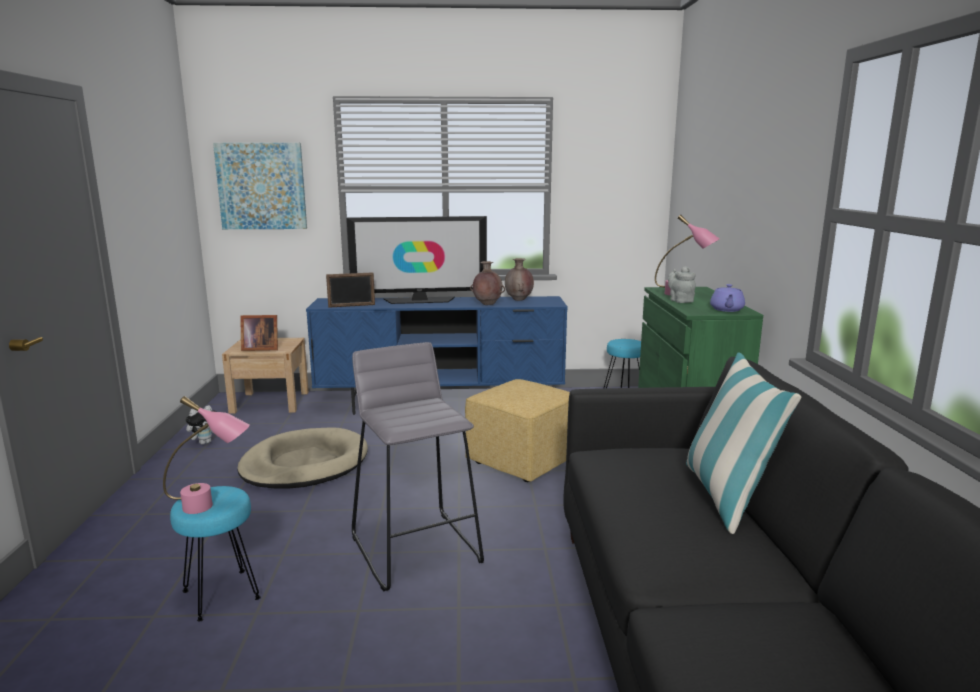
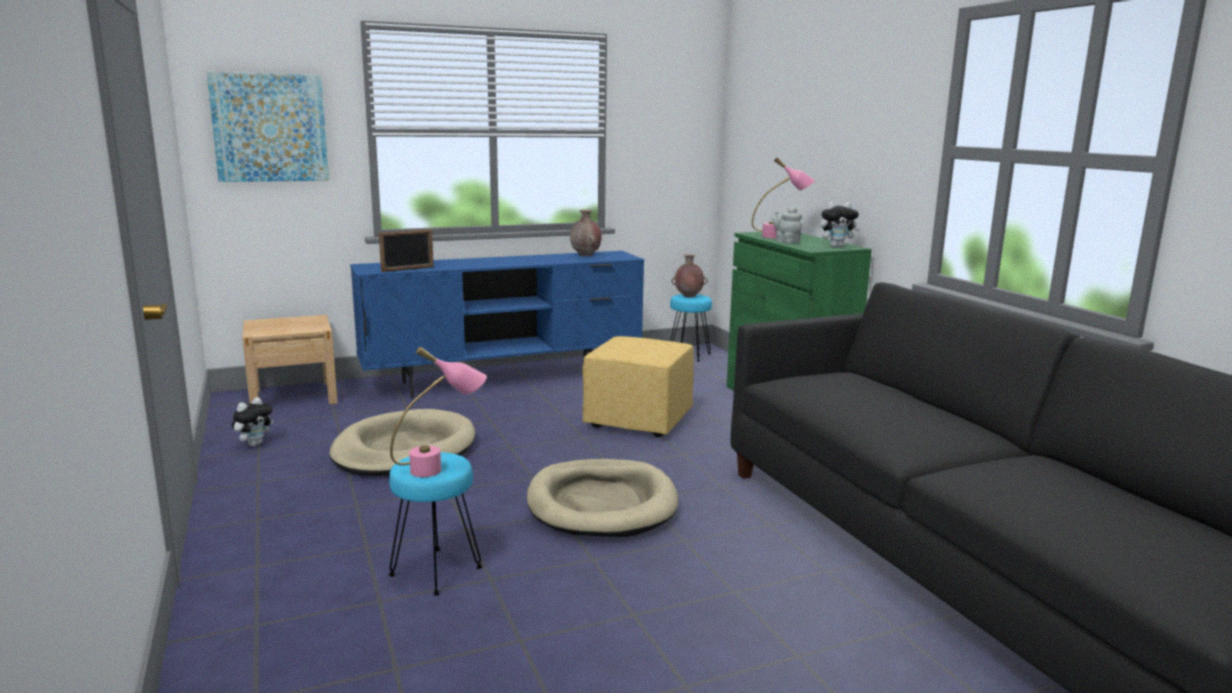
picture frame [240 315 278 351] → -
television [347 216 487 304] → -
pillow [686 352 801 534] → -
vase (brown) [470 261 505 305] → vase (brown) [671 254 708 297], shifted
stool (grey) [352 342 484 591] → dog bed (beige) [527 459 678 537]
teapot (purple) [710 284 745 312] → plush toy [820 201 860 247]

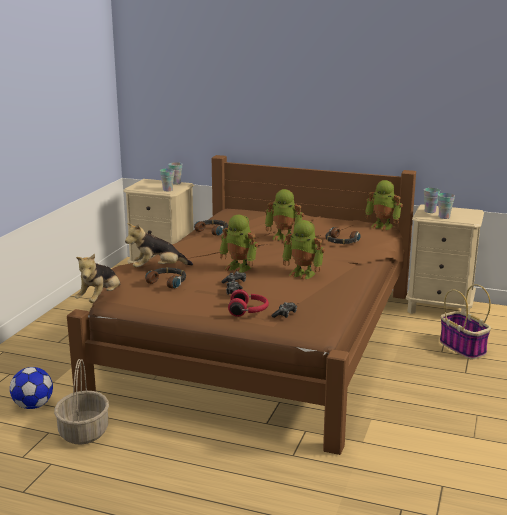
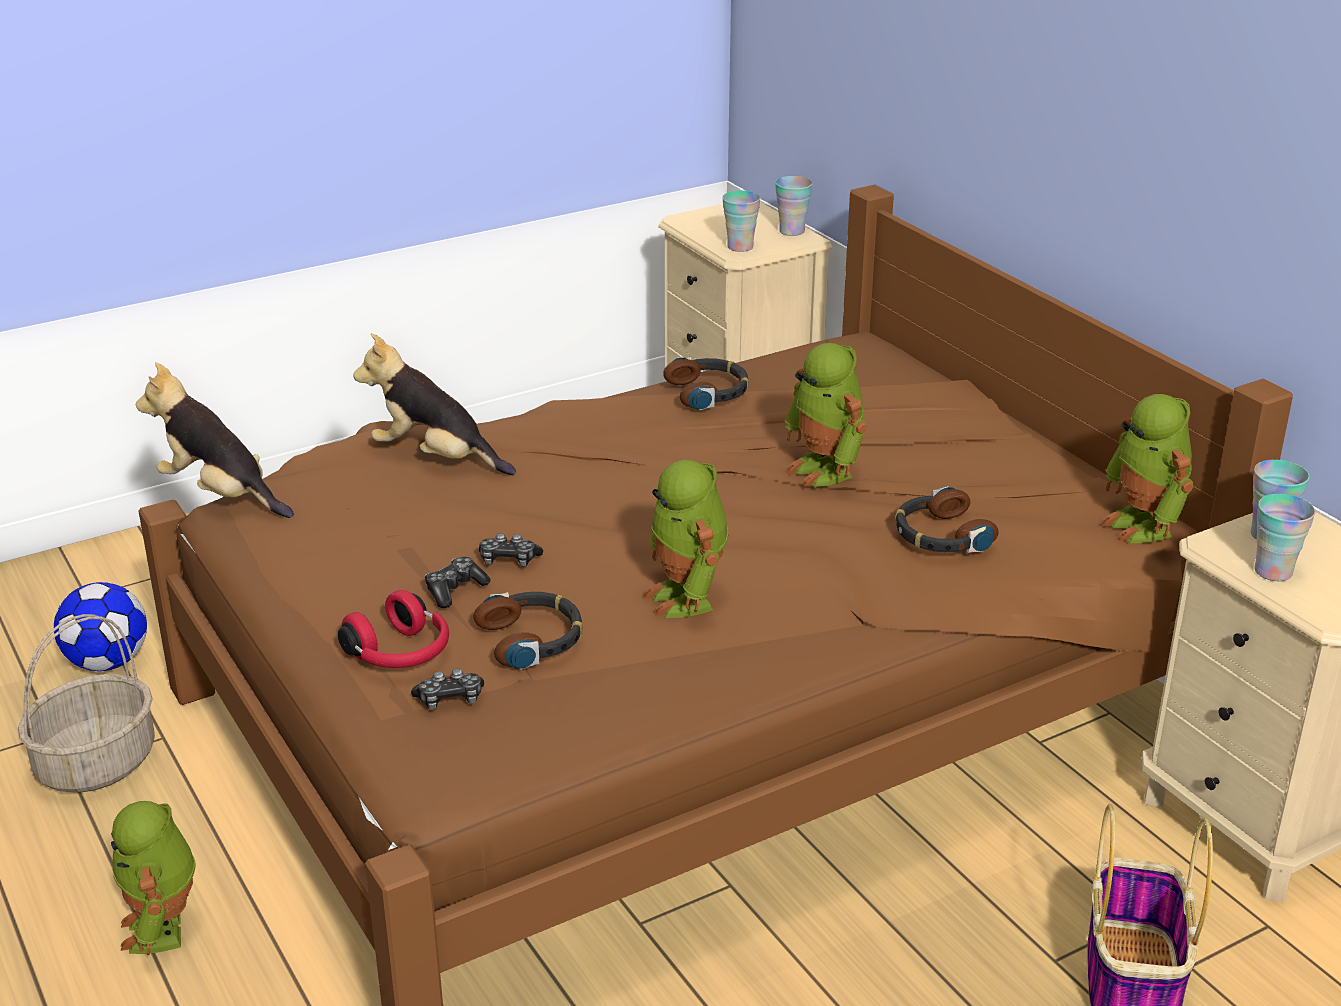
headphones [145 267 186 288] → headphones [473 592 583 670], shifted
toy robot [220 215 258 273] → toy robot [111 801 196 955], shifted
plush toy [75 254 120 303] → plush toy [136 362 294 518], 60 degrees clockwise

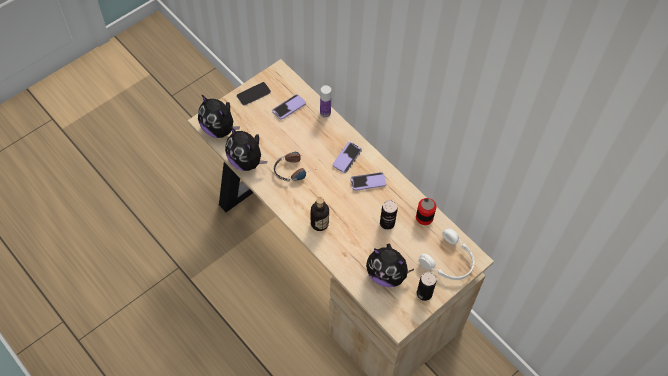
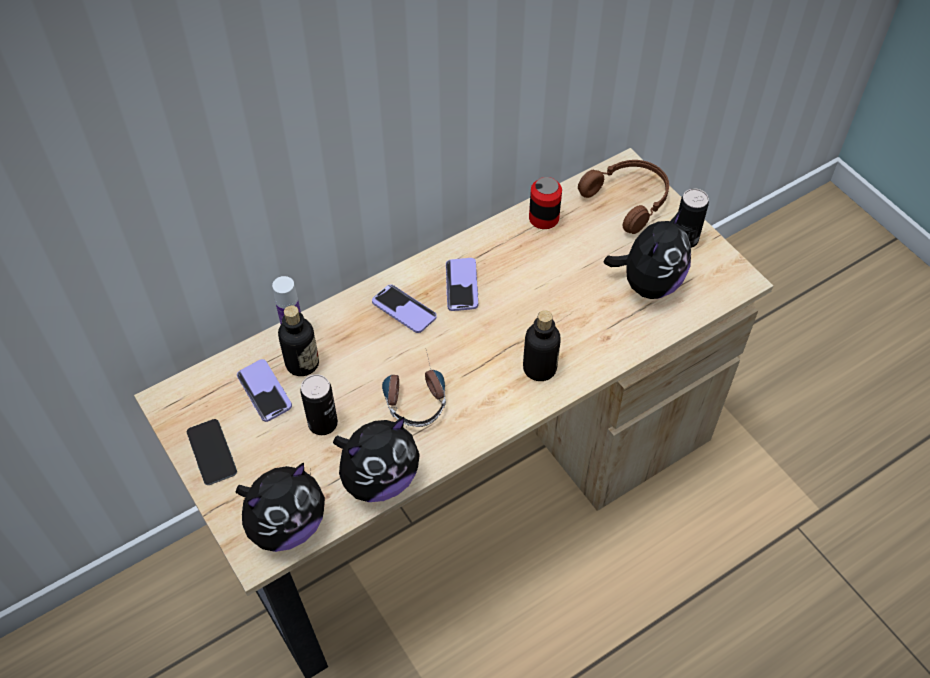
- → bottle [278 305 319 376]
can [380 200 398 230] → can [300 374 338 435], shifted
headphones (white) [419 228 475 280] → headphones (brown) [578 160 669 234]

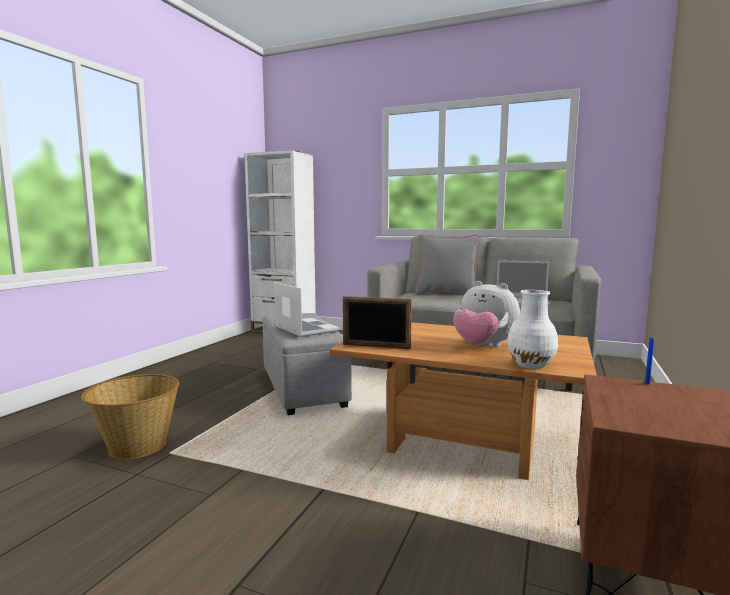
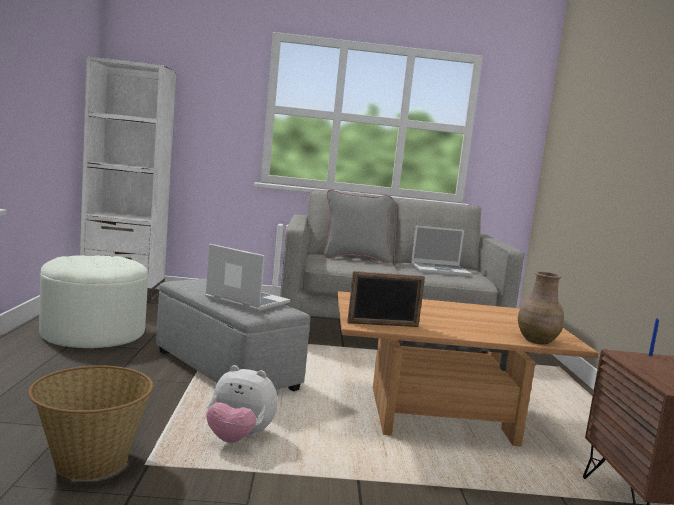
- → ottoman (white) [39 255 148 348]
plush toy [453 281 520 347] → plush toy [206 365 278 443], shifted
vase (white) [507 290 558 369] → vase (brown) [518 272 564 345]

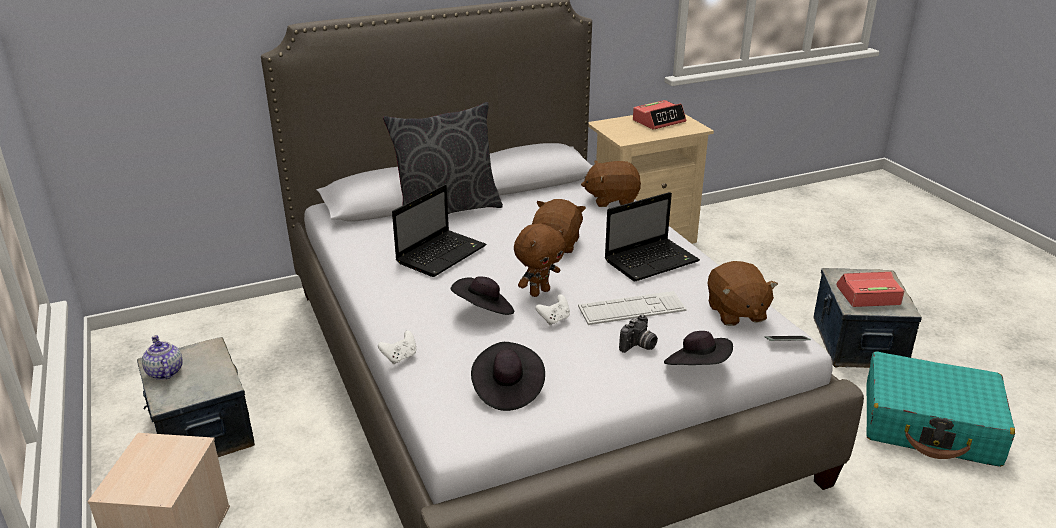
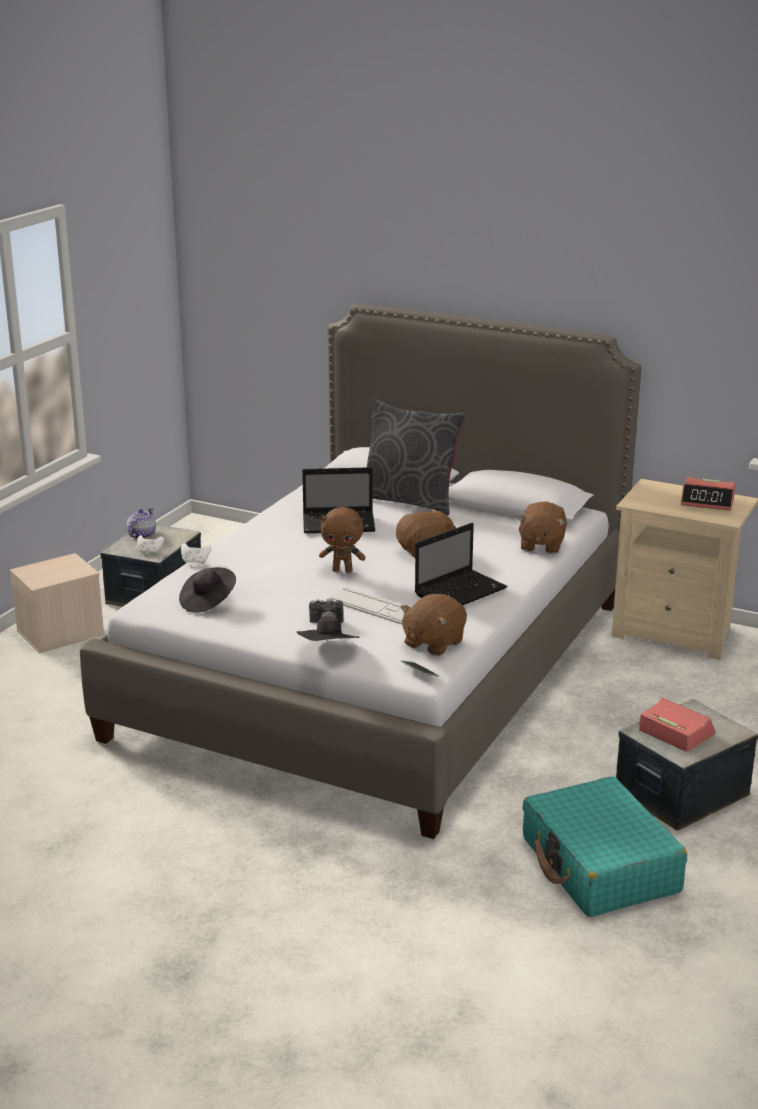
hat (black) [451 276 515 315] → -
game controller (white) [535 294 570 325] → game controller (white) [137 535 164 554], shifted
plush toy (brown) [581 161 641 207] → plush toy (brown) [517 502 567 554], 120 degrees counterclockwise
laptop [605 192 700 282] → laptop [415 523 507 606], 60 degrees counterclockwise

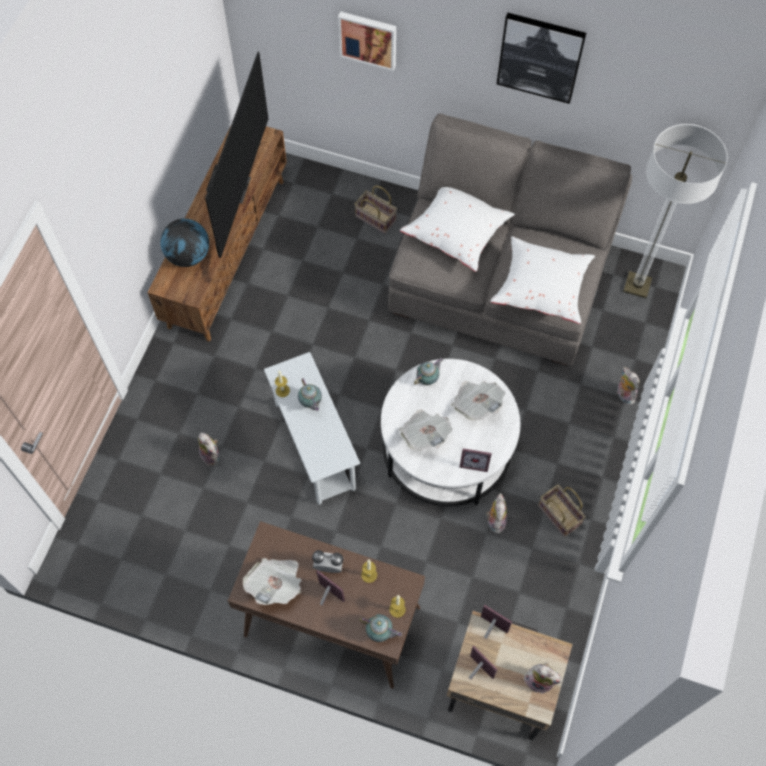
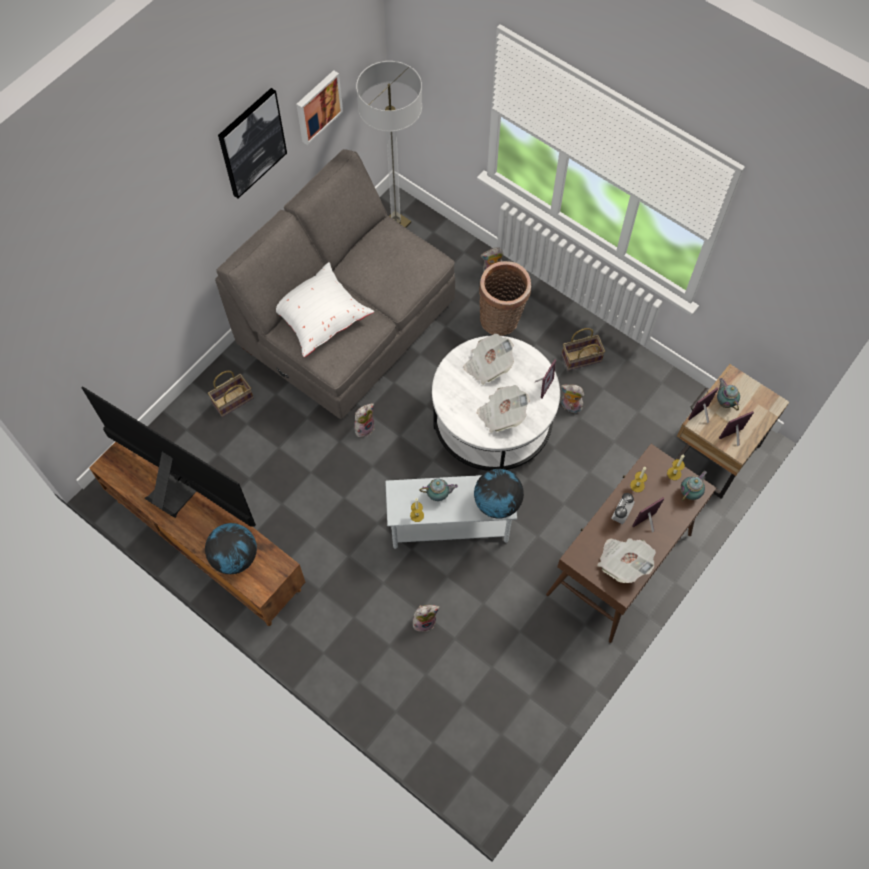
pillow (white) [490 236 595 324] → -
- → globe [474 469 524 519]
- → basket [479 261 531 336]
picture [338 11 396 71] → picture [296 70 343 145], shifted
teapot [414 358 443 385] → teapot [717 378 740 411], shifted
plush toy [524 663 563 694] → plush toy [354 403 374 437], shifted

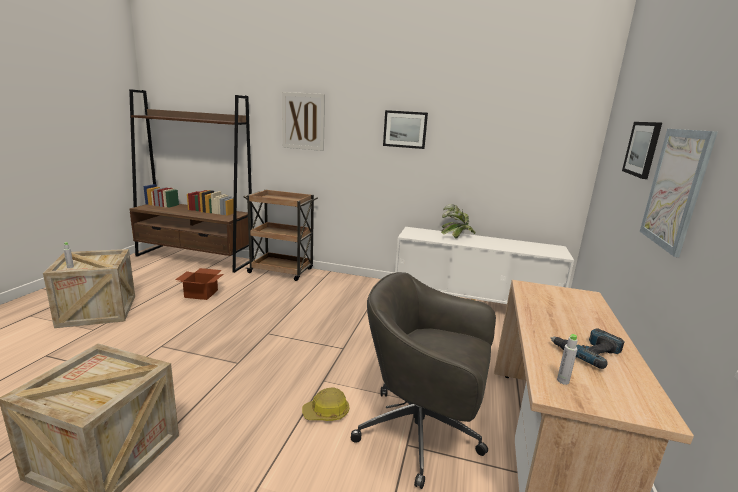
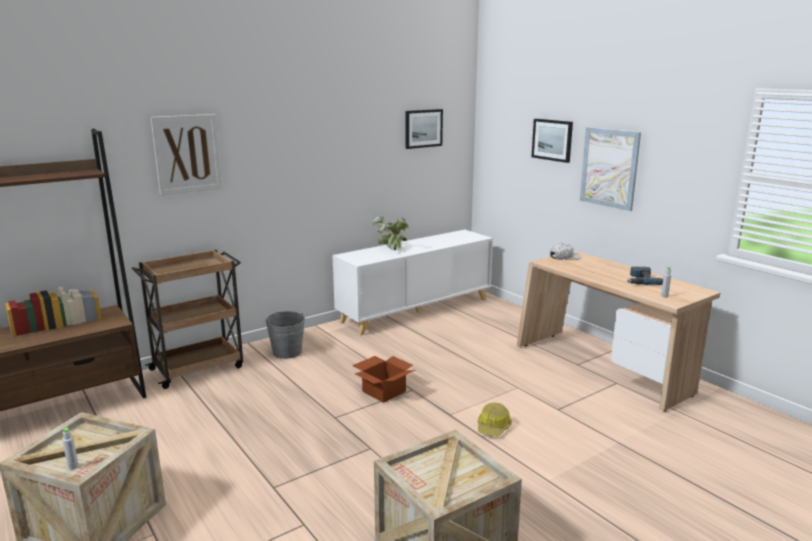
office chair (grey) [351 272 496 489] → -
- → bucket (grey) [266 311 305 359]
- → cap (white) [550 243 581 260]
cardboard box [175 268 223 300] → cardboard box [352 356 415 403], shifted
picture [383 110 428 149] → picture [405 109 443 149], shifted

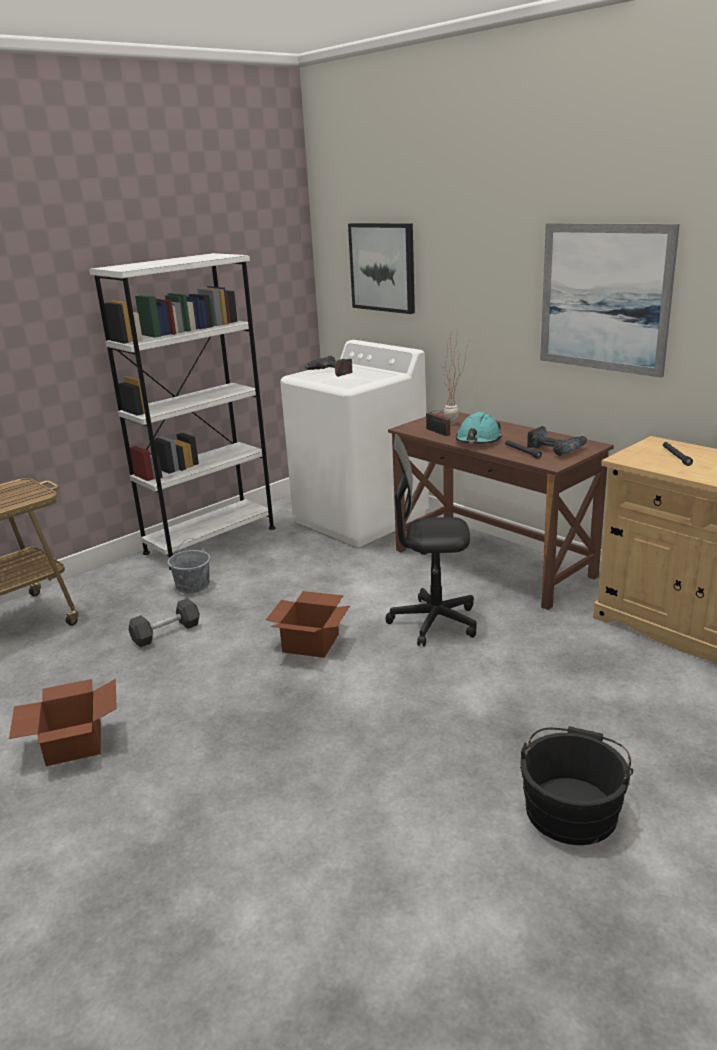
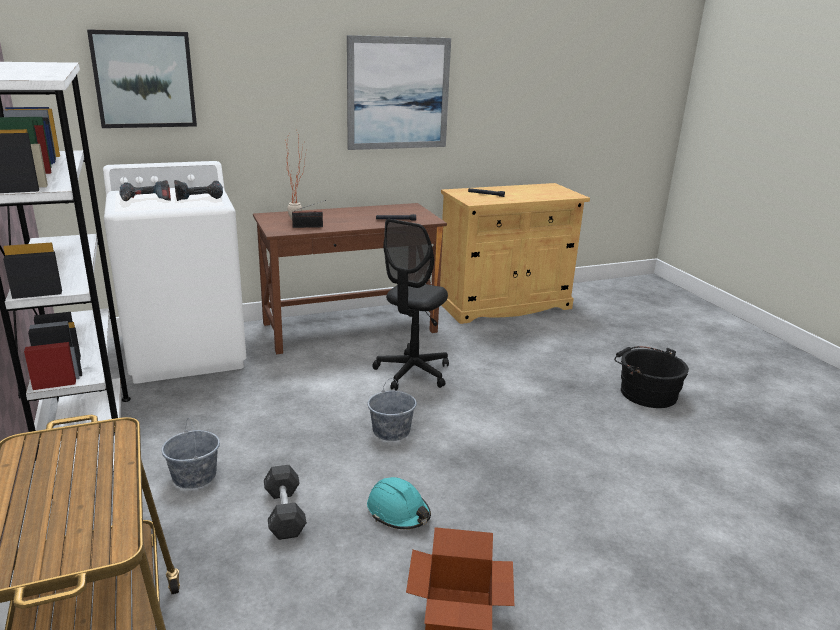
hard hat (turquoise) [456 412 502 444] → hard hat (turquoise) [367 477 431 529], shifted
power drill [527 426 587 456] → power drill [174 180 223 201], shifted
cardboard box [266 591 350 658] → bucket (grey) [368 378 417 441]

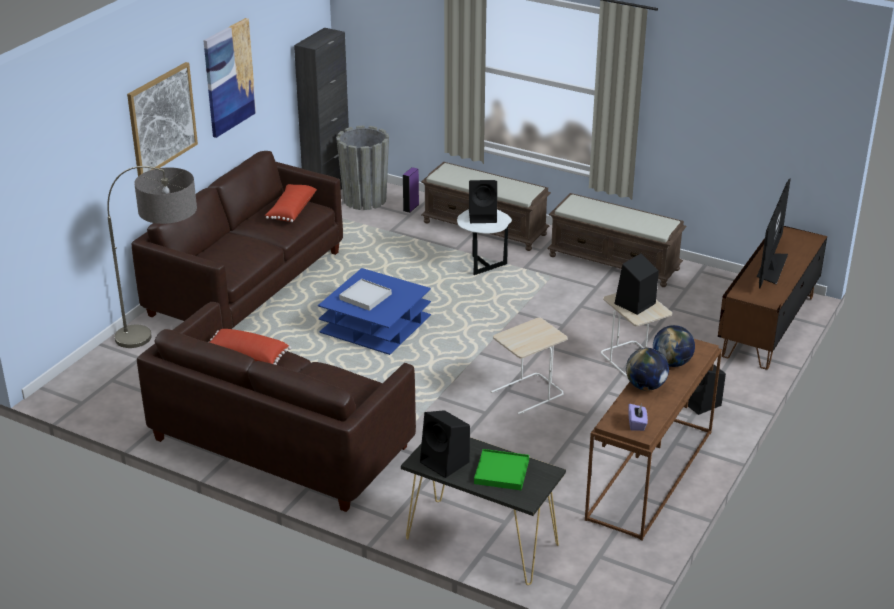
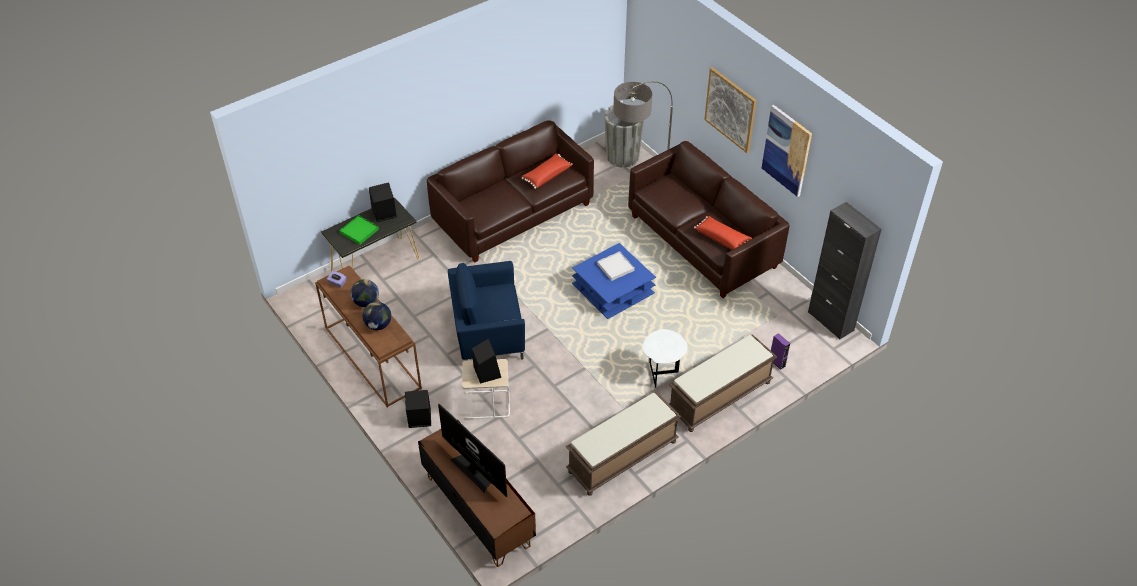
speaker (black) [469 180 497 223] → -
planter (grey) [336 126 389 210] → planter (grey) [604 103 644 168], shifted
side table (beige) [491 317 568 414] → armchair (blue) [448 261 525 361]

